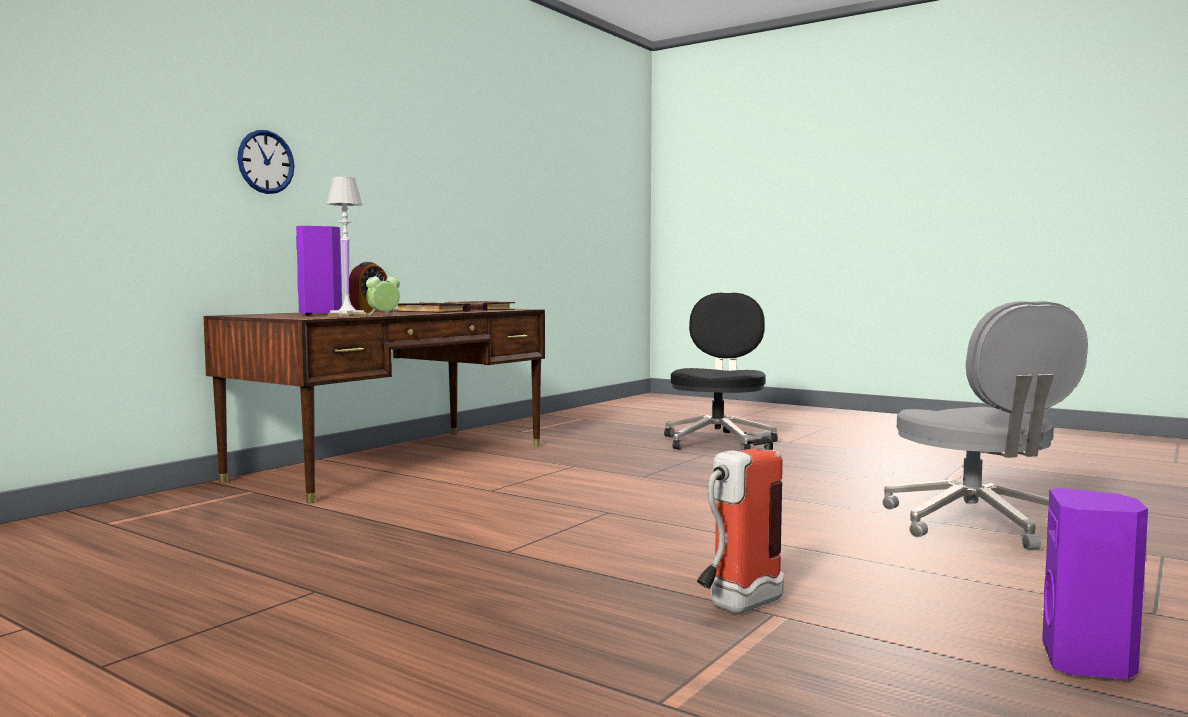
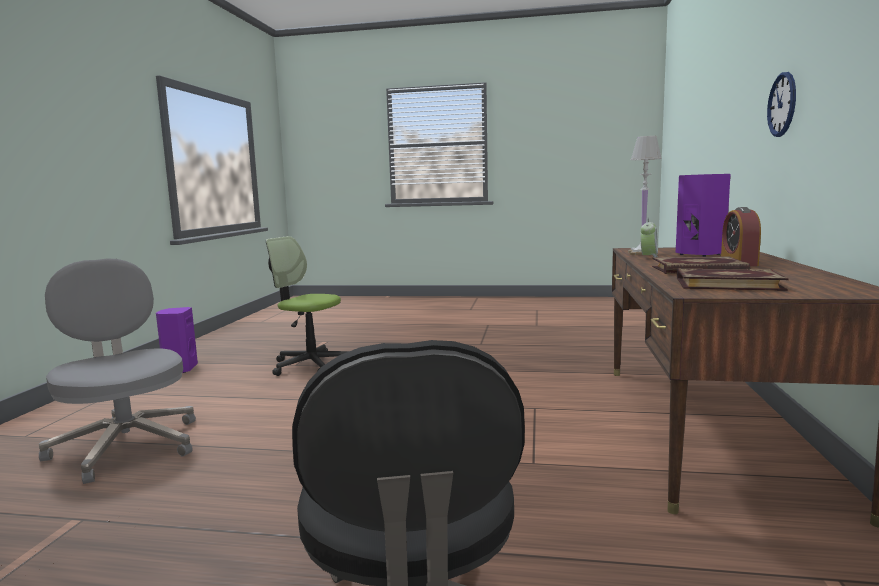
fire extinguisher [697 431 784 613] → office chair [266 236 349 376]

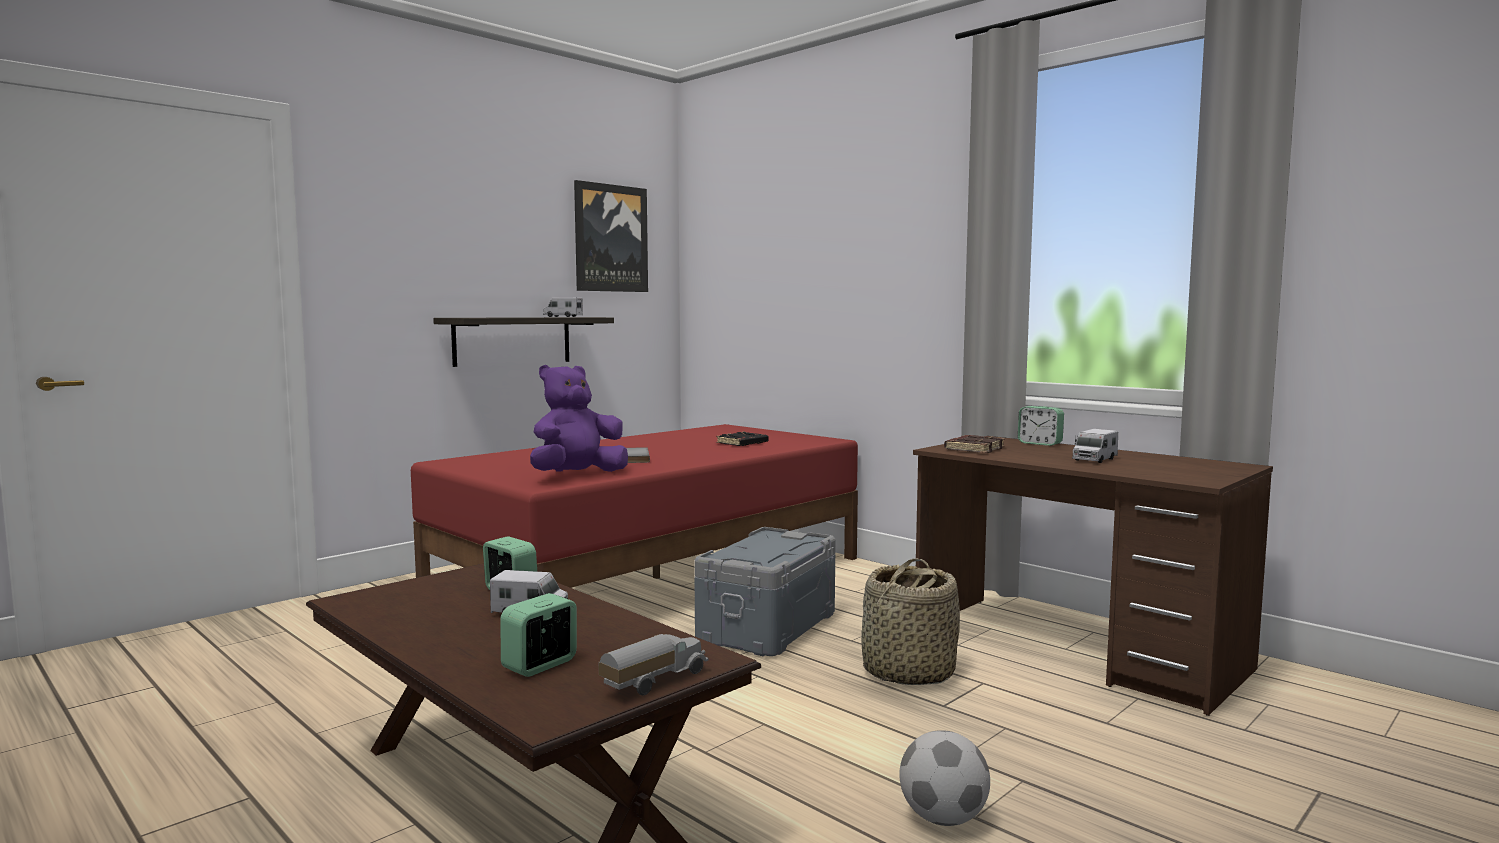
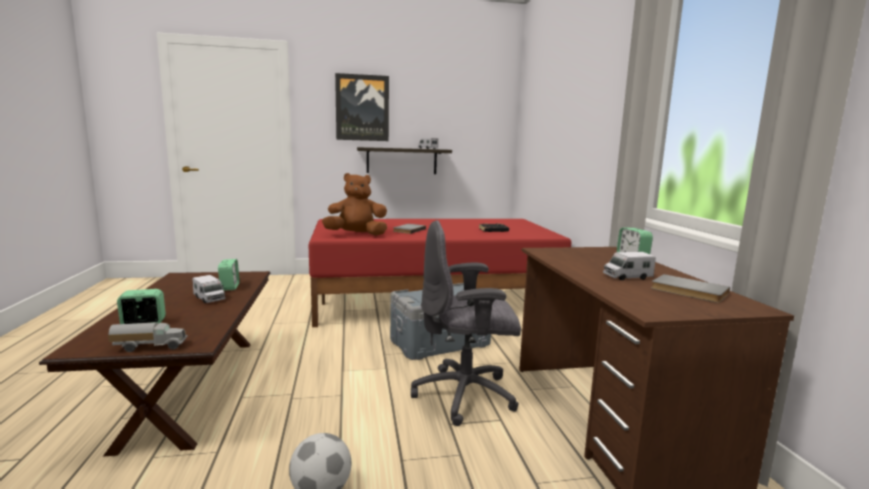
book (brown) [944 435 1005 453] → -
- → book (grey) [651 274 730 303]
picture [574 180 648 292] → picture [335 73 389 141], shifted
basket [861 558 960 685] → office chair (grey) [411 220 521 426]
plush toy (purple) [530 365 628 472] → plush toy (brown) [322 173 387 236]

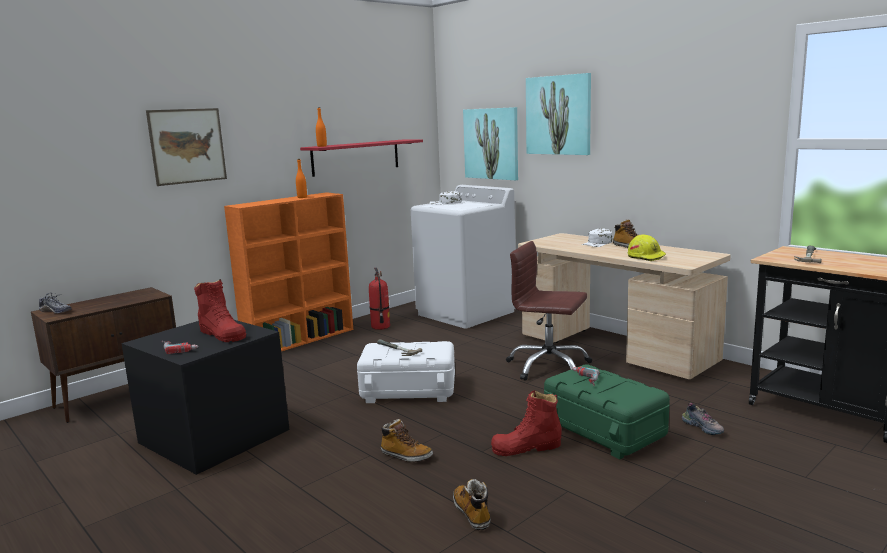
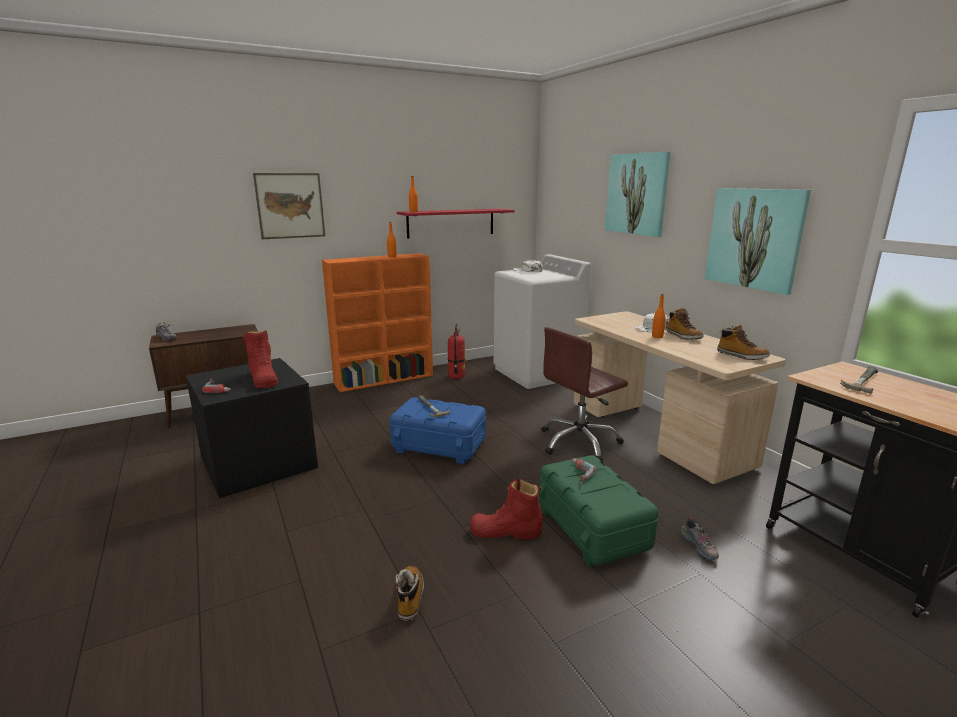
hard hat (yellow) [628 234 666 261] → -
- → bottle (orange) [652 294 666 338]
boot [380 419 433 462] → boot [717 324 770 360], shifted
picture [463 107 518 180] → picture [705 188 811 295], shifted
storage box (white) [357 341 455 403] → storage box (blue) [390 397 486 464]
office chair (brown) [506 241 592 381] → office chair (brown) [541 327 628 462], 75 degrees counterclockwise

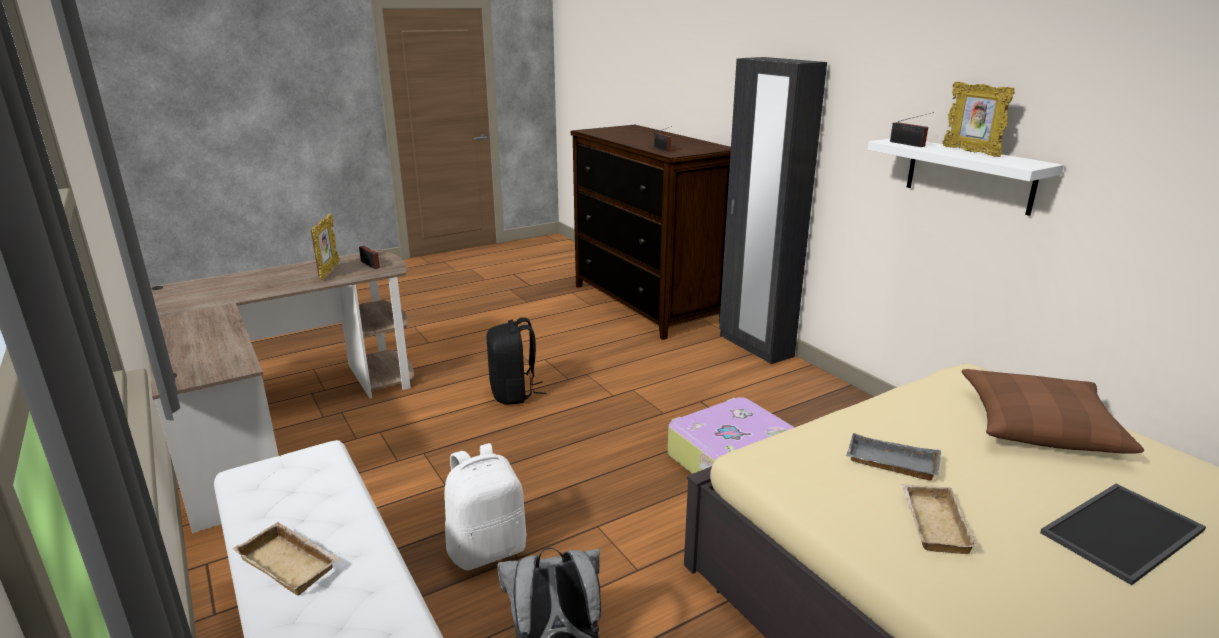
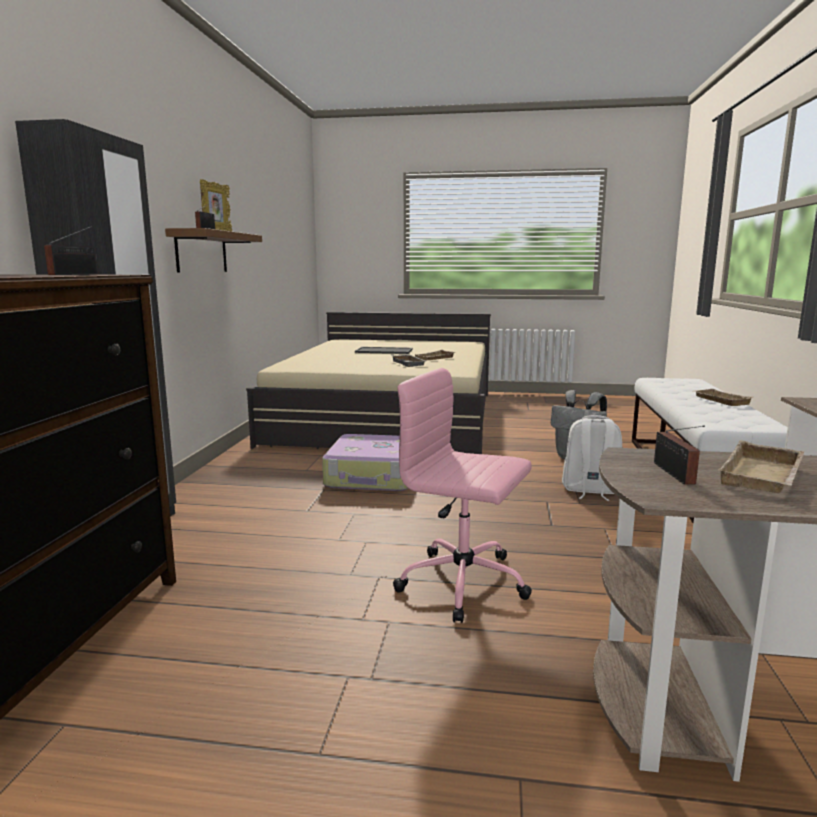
pillow (brown) [962 369 1144 454] → -
picture frame [311 213 339 281] → tray (beige) [718 440 804 493]
backpack (black) [487 317 547 405] → office chair (pink) [393 368 532 623]
shelf (white) [867 139 1064 216] → shelf (brown) [165 228 262 272]

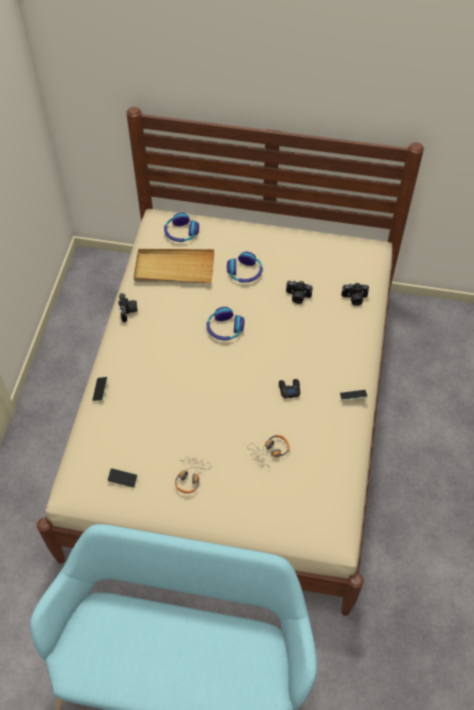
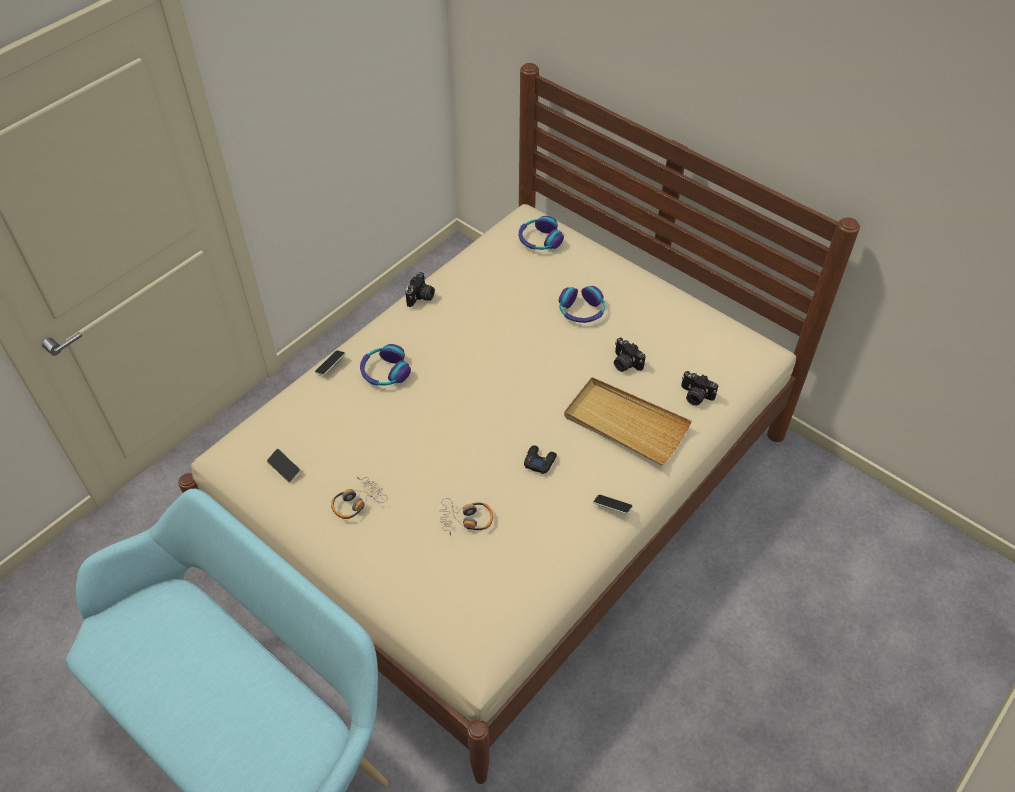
tray (beige) [134 249 214 284] → tray (beige) [564 377 692 465], shifted
headphones [206 307 244 341] → headphones [360 344 411 385], shifted

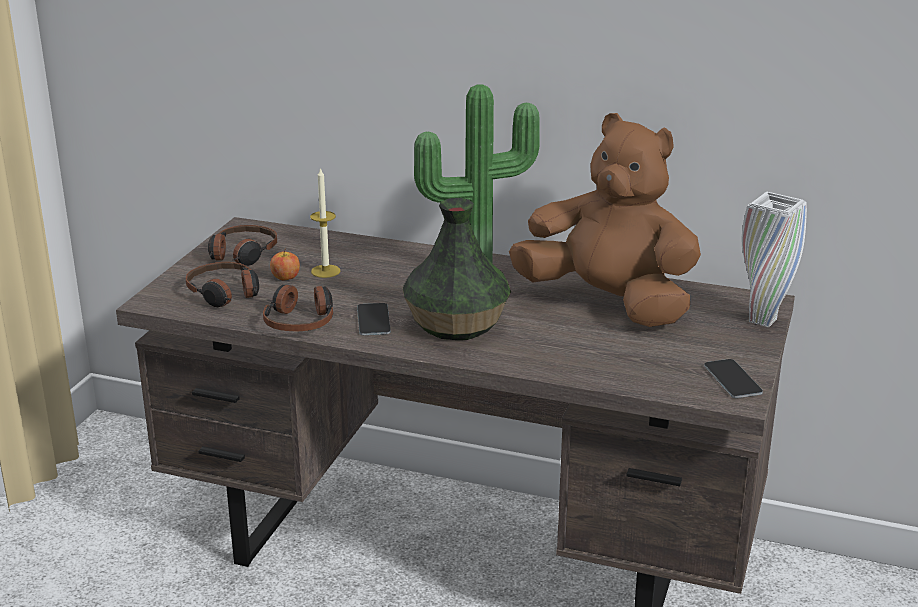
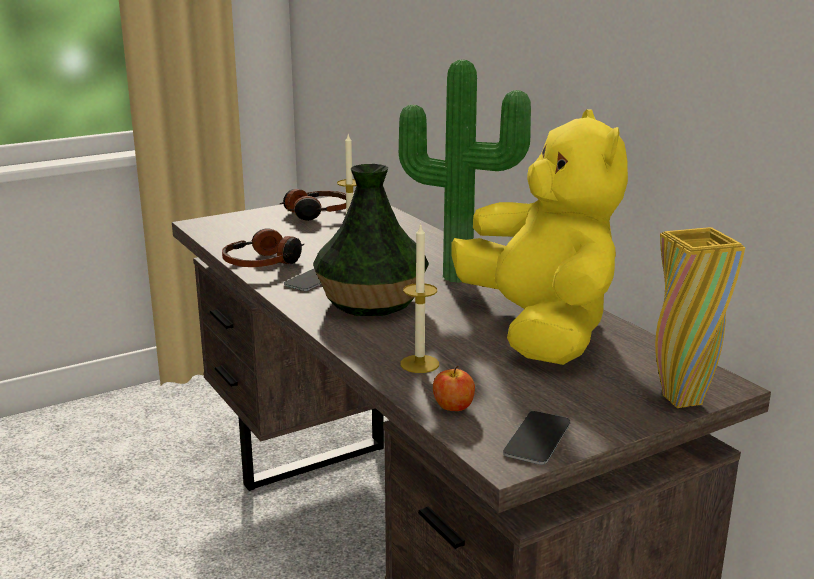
headphones [186 262 259 307] → -
- → candle [400 223 439 373]
apple [270 248 300 281] → apple [433 366 475 411], shifted
plush toy (brown) [509 113 701 327] → plush toy (yellow) [451 110 628 365]
vase (white) [741 191 807 328] → vase (yellow) [655 227 745 408]

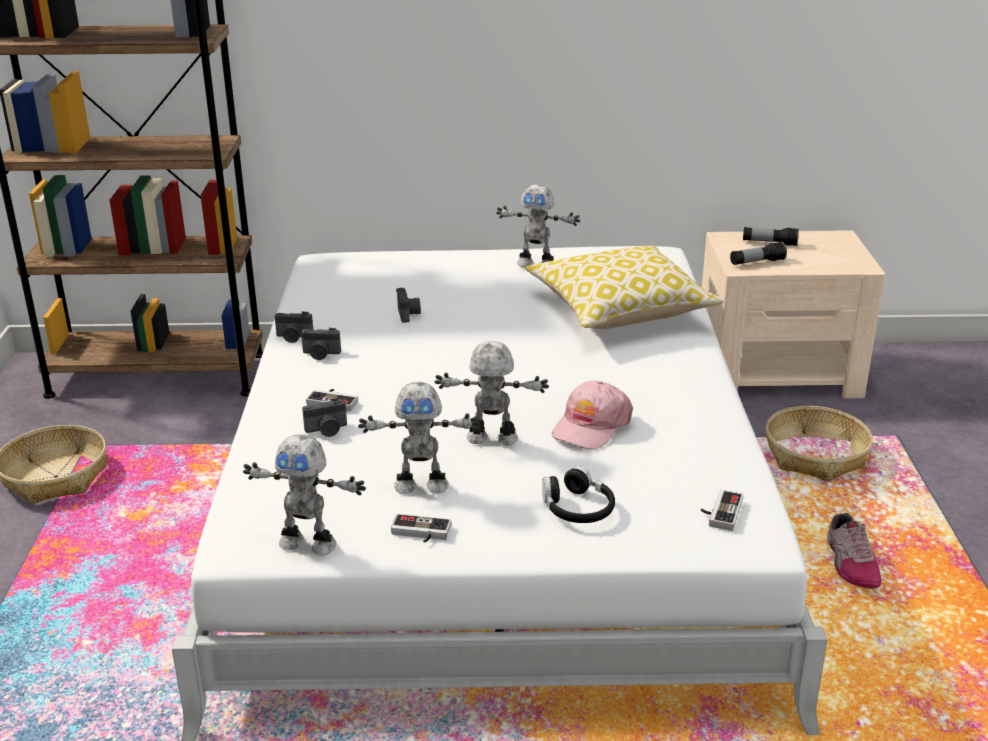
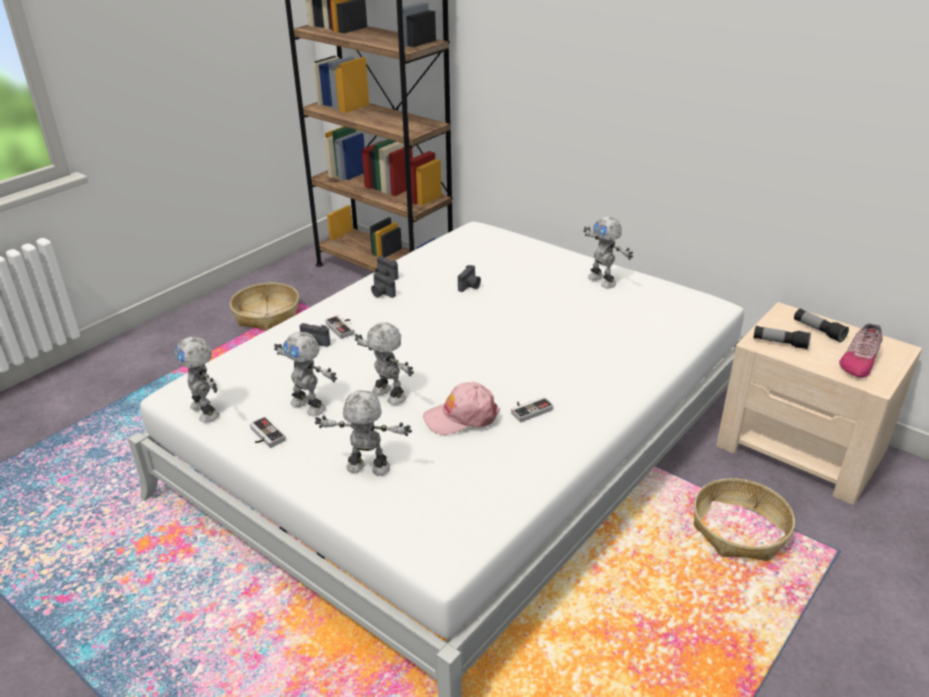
pillow [525 245 724 329] → -
game controller [701 490 743 531] → game controller [511 397 553 422], shifted
shoe [827 513 881 588] → shoe [839 323 883 378], shifted
headphones (black) [542 466 615 523] → toy robot [315 390 412 476]

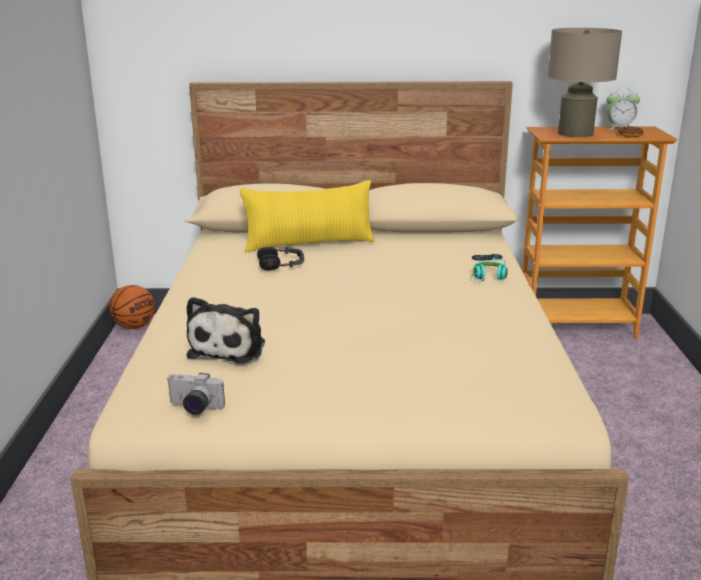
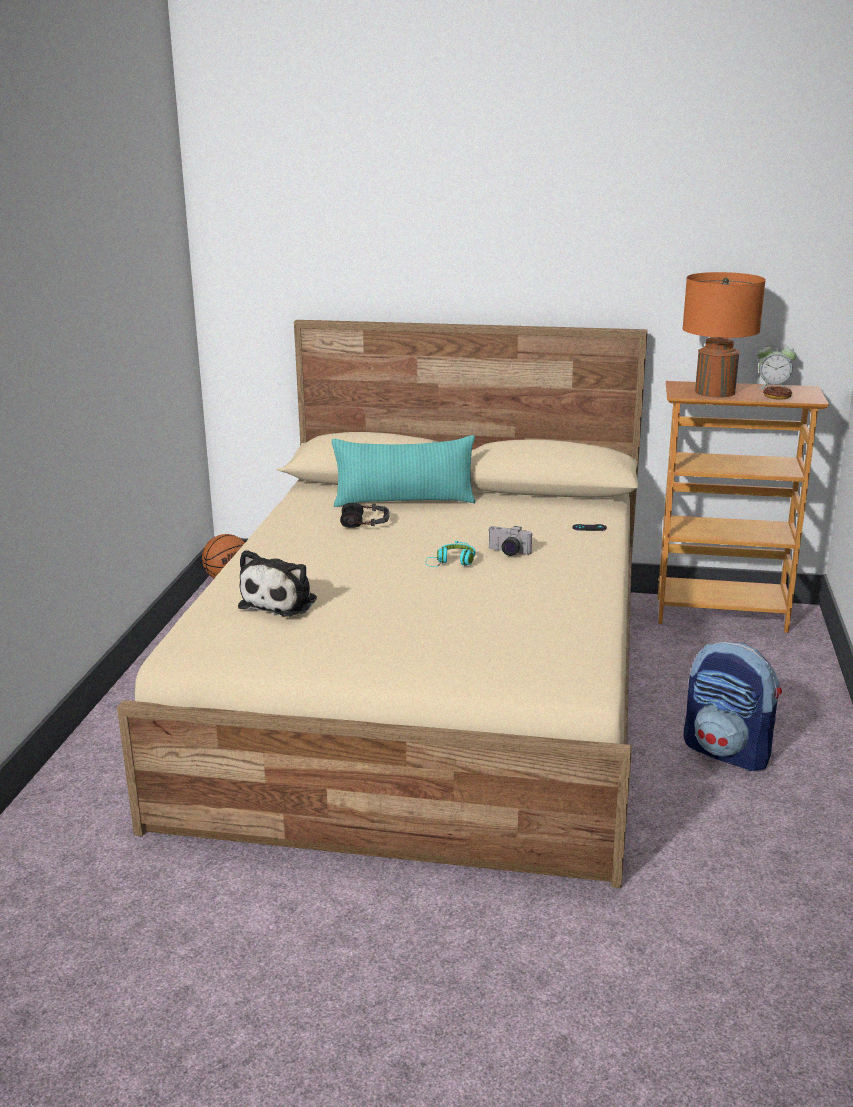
- → backpack [683 642 782 771]
photo camera [166 373 225 415] → photo camera [489 526 532 556], shifted
headphones (turquoise) [470 258 508 282] → headphones (turquoise) [425 541 476 567], shifted
pillow (yellow) [240 180 374 252] → pillow (turquoise) [332 435 475 507]
table lamp (beige) [548 28 622 137] → table lamp (orange) [682 272 766 397]

